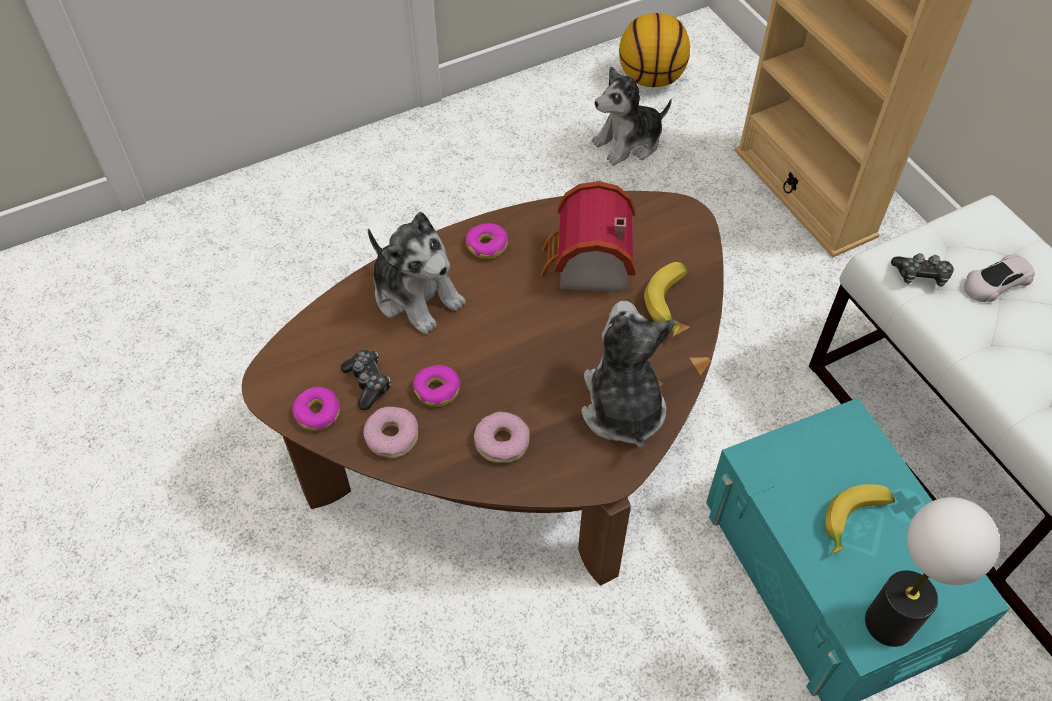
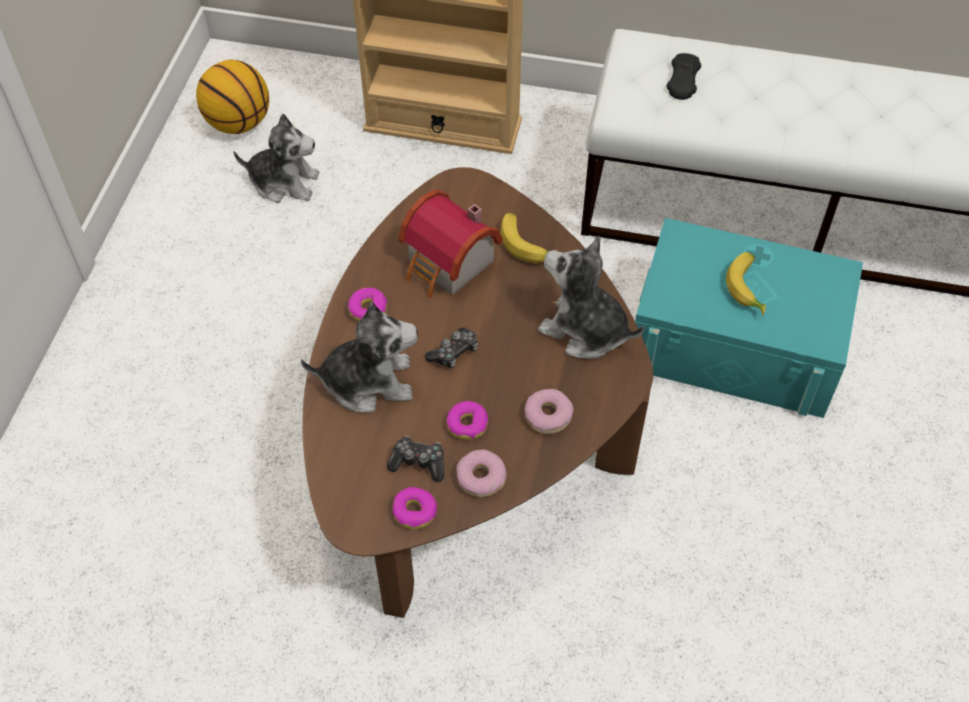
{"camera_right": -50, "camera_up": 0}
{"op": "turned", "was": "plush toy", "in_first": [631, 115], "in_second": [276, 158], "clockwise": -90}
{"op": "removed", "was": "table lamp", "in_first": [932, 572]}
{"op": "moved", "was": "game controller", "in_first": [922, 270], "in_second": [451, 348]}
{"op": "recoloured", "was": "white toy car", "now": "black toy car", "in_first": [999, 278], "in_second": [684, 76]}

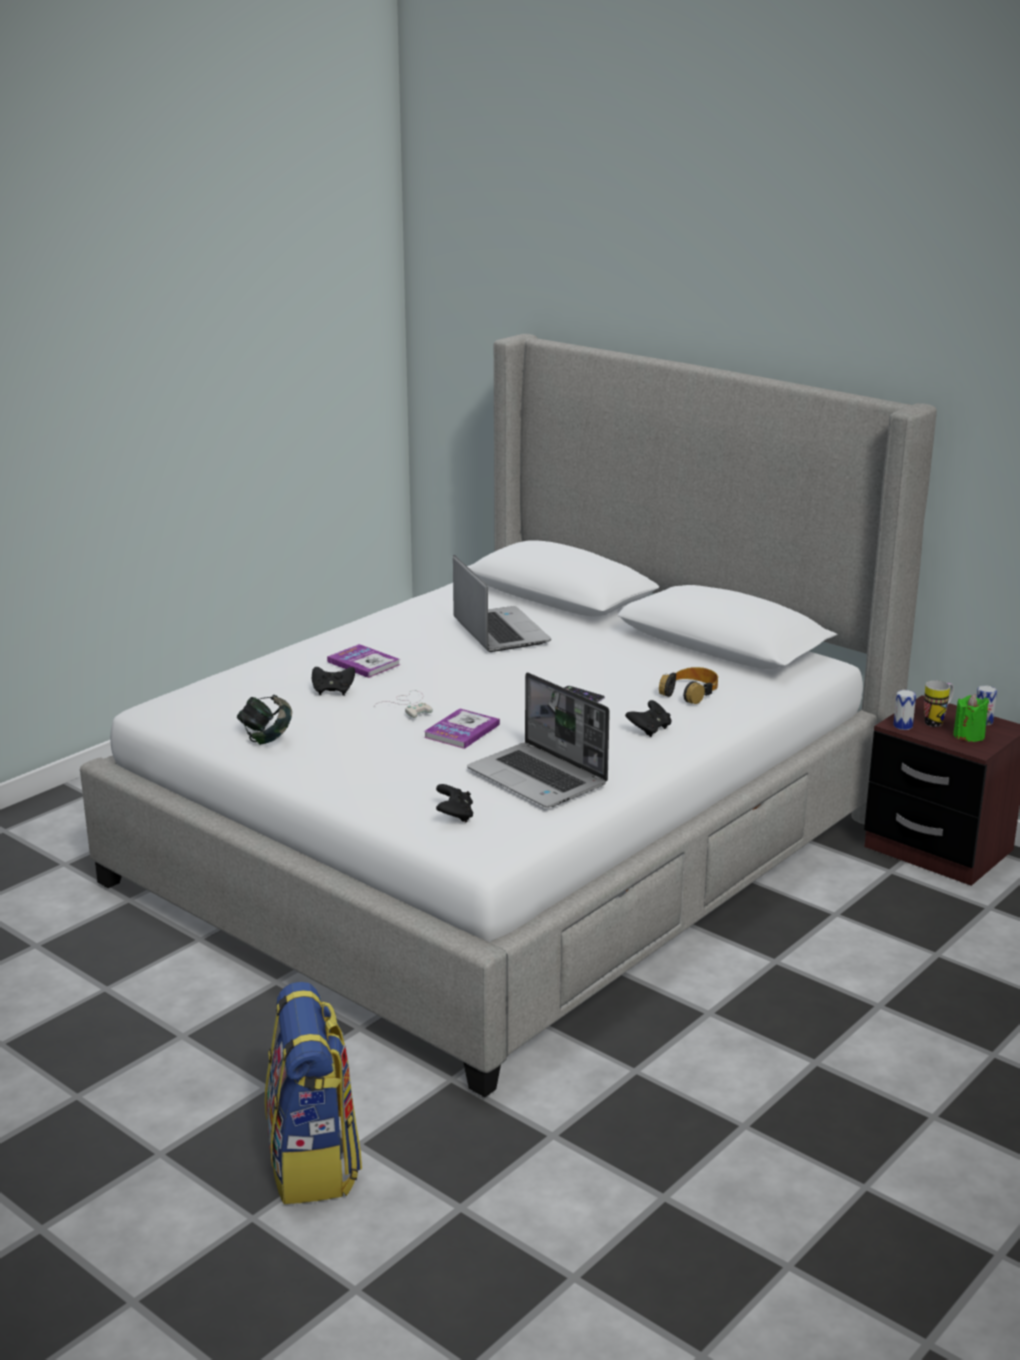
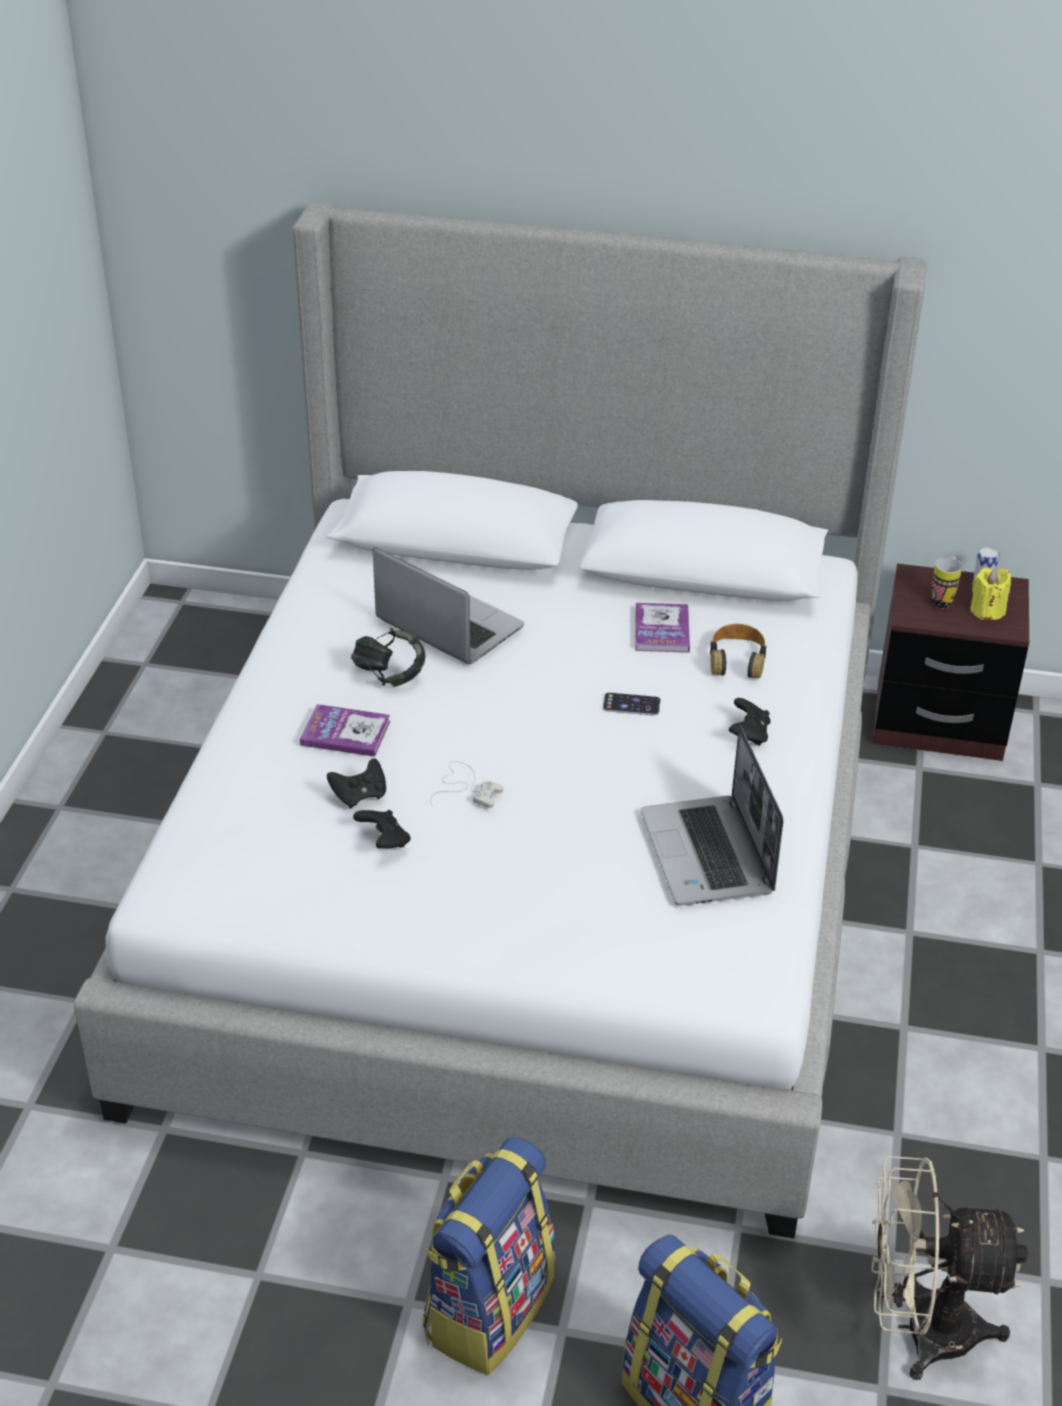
{"camera_right": -30, "camera_up": 15}
{"op": "moved", "was": "headphones", "in_first": [264, 720], "in_second": [388, 657]}
{"op": "moved", "was": "book", "in_first": [462, 728], "in_second": [662, 628]}
{"op": "moved", "was": "black game controller", "in_first": [454, 803], "in_second": [382, 829]}
{"op": "turned", "was": "laptop", "in_first": [538, 740], "in_second": [712, 815], "clockwise": 60}
{"op": "removed", "was": "can", "in_first": [904, 710]}
{"op": "recoloured", "was": "green candle", "now": "yellow candle", "in_first": [971, 718], "in_second": [990, 594]}
{"op": "added", "now": "backpack", "in_second": [489, 1256]}
{"op": "added", "now": "beige fan", "in_second": [949, 1268]}

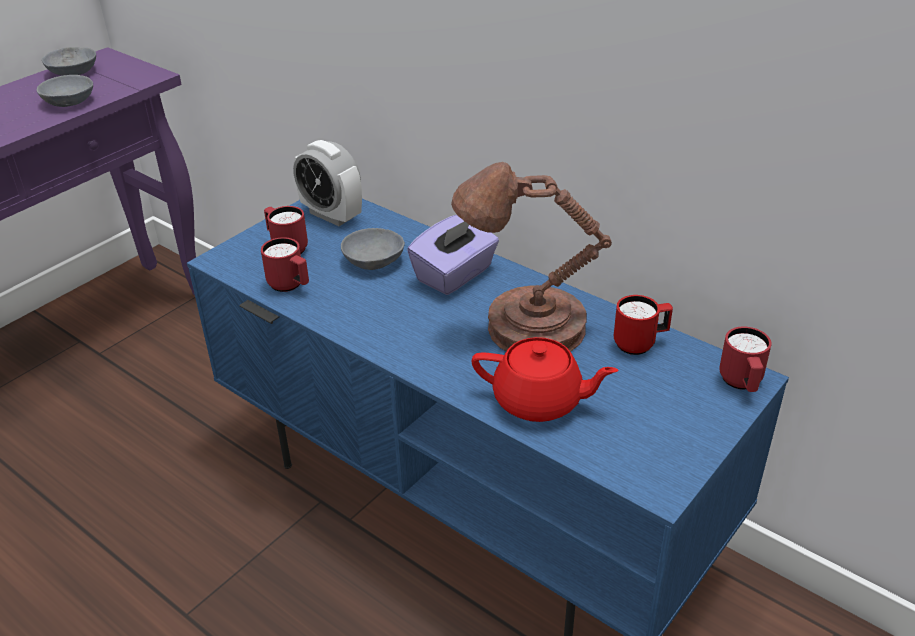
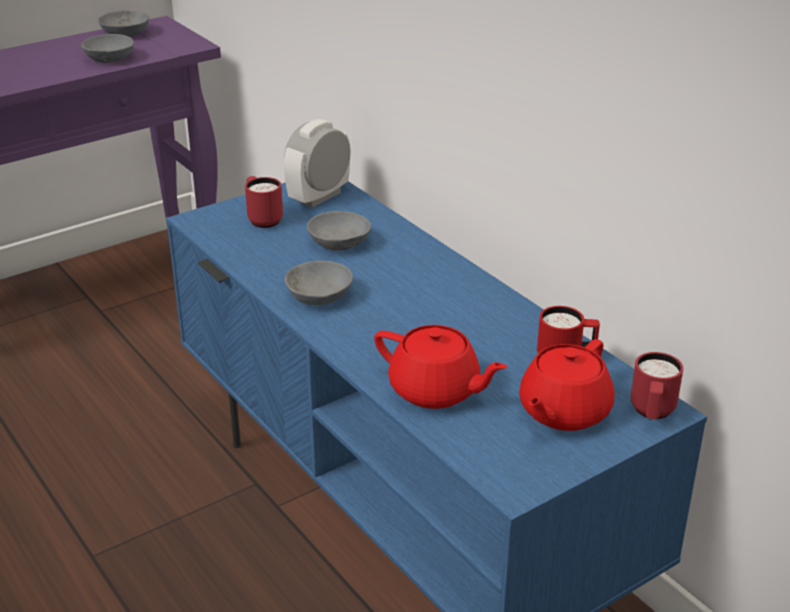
{"camera_right": 15, "camera_up": -5}
{"op": "removed", "was": "red mug", "in_first": [285, 264]}
{"op": "turned", "was": "alarm clock", "in_first": [327, 183], "in_second": [317, 163], "clockwise": 75}
{"op": "removed", "was": "purple tissue box", "in_first": [453, 255]}
{"op": "removed", "was": "brown table lamp", "in_first": [531, 257]}
{"op": "added", "now": "grey bowl", "in_second": [319, 283]}
{"op": "added", "now": "red teapot", "in_second": [567, 385]}

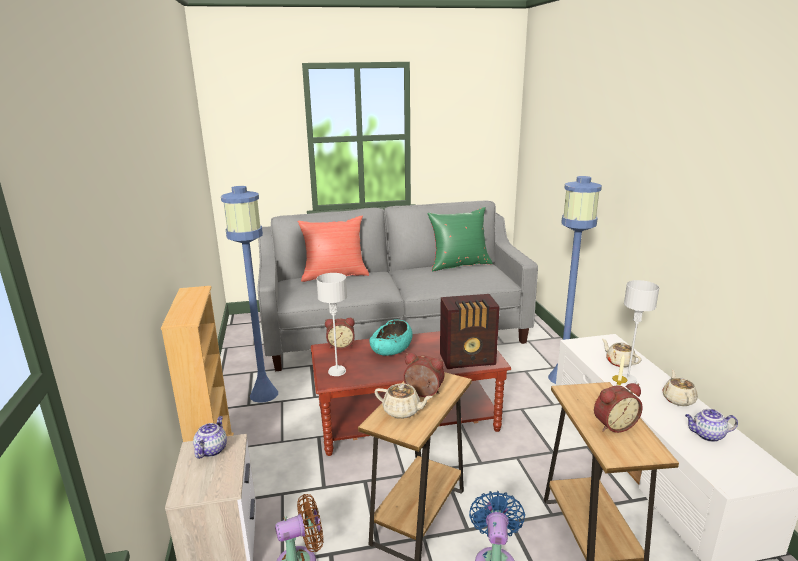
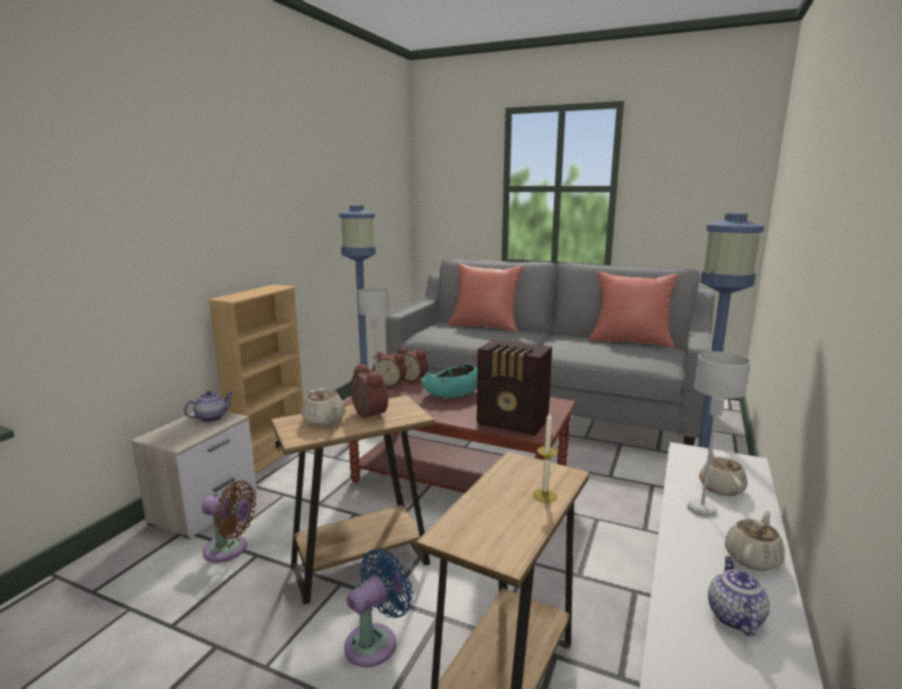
{"camera_right": 35, "camera_up": -5}
{"op": "recoloured", "was": "green pillow", "now": "red pillow", "in_first": [460, 239], "in_second": [633, 309]}
{"op": "moved", "was": "alarm clock", "in_first": [618, 408], "in_second": [390, 369]}
{"op": "turned", "was": "teapot", "in_first": [711, 425], "in_second": [739, 596], "clockwise": 60}

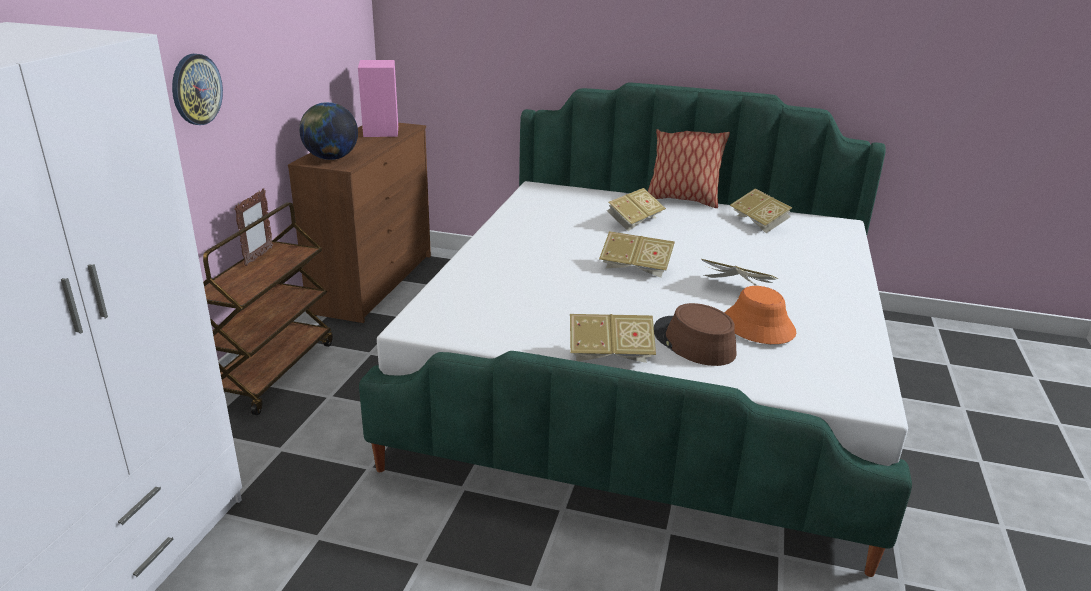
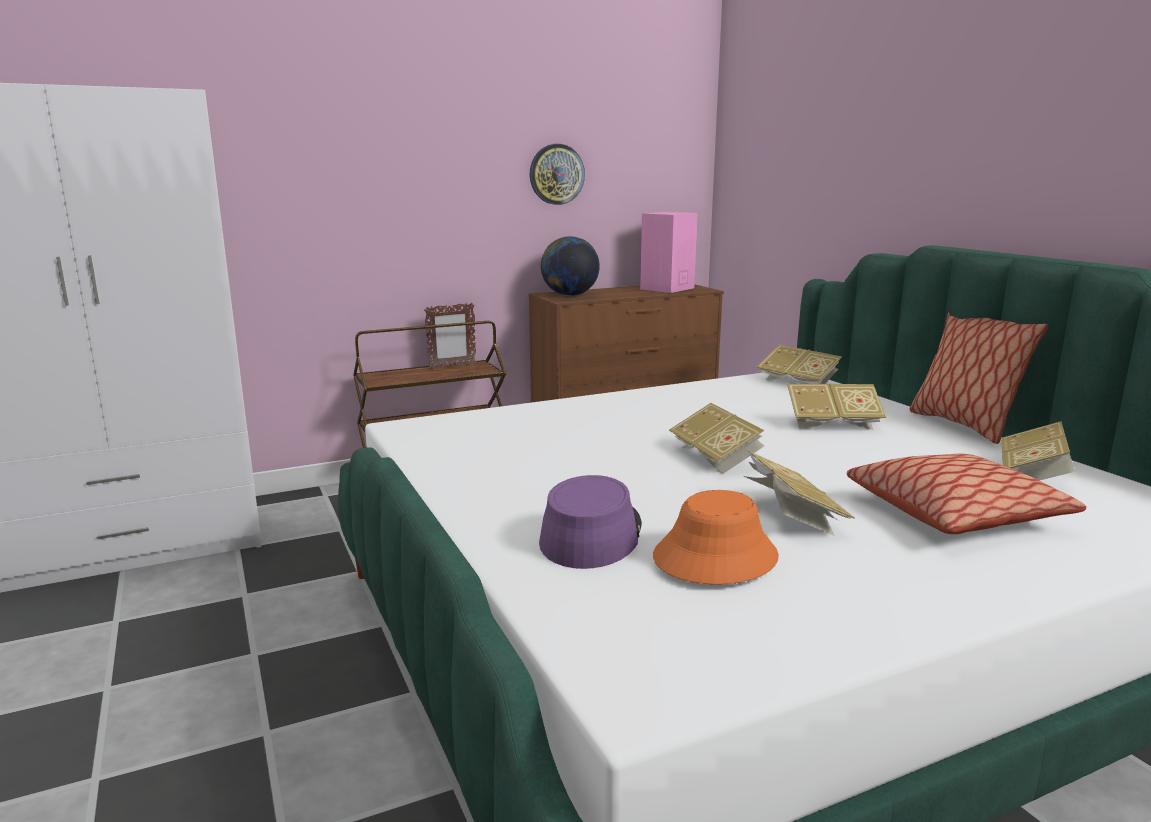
{"camera_right": 50, "camera_up": -10}
{"op": "moved", "was": "wall clock", "in_first": [197, 89], "in_second": [557, 174]}
{"op": "moved", "was": "book", "in_first": [613, 338], "in_second": [799, 364]}
{"op": "recoloured", "was": "brown hat", "now": "purple hat", "in_first": [695, 334], "in_second": [590, 522]}
{"op": "added", "now": "pillow", "in_second": [966, 494]}

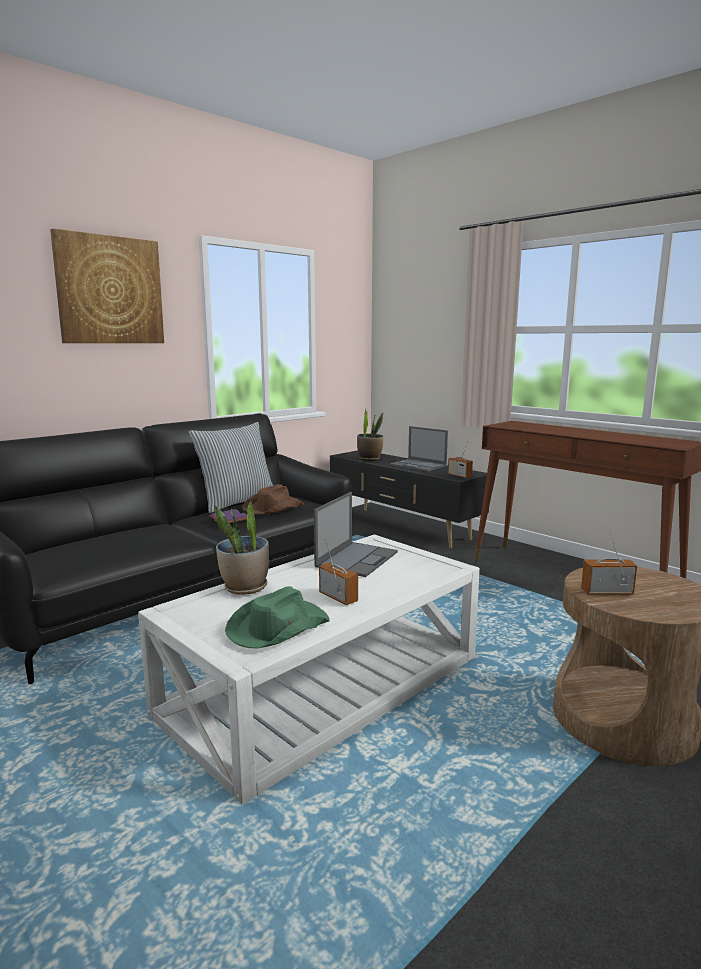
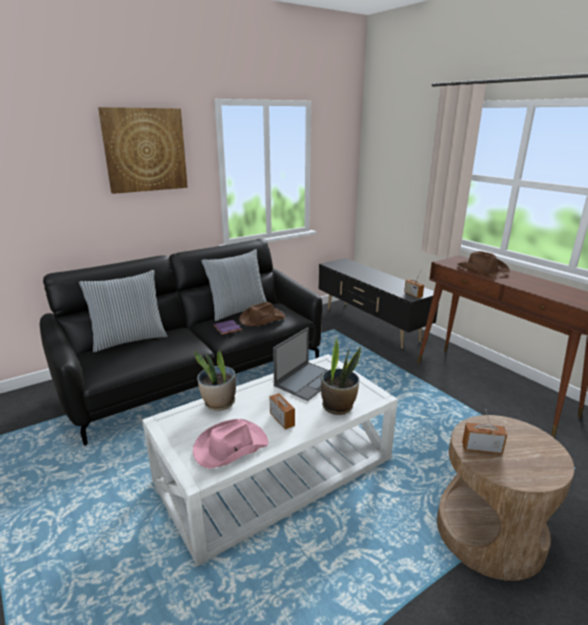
{"camera_right": 10, "camera_up": 10}
{"op": "recoloured", "was": "green hat", "now": "pink hat", "in_first": [277, 617], "in_second": [231, 444]}
{"op": "moved", "was": "potted plant", "in_first": [370, 434], "in_second": [341, 376]}
{"op": "removed", "was": "laptop", "in_first": [418, 449]}
{"op": "added", "now": "pillow", "in_second": [123, 311]}
{"op": "added", "now": "brown hat", "in_second": [483, 264]}

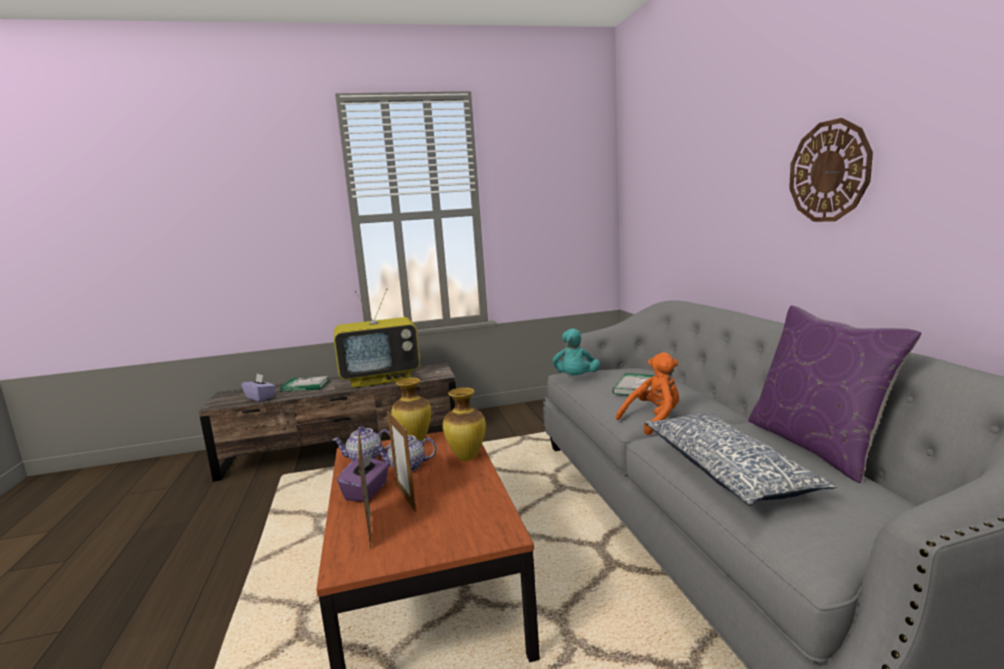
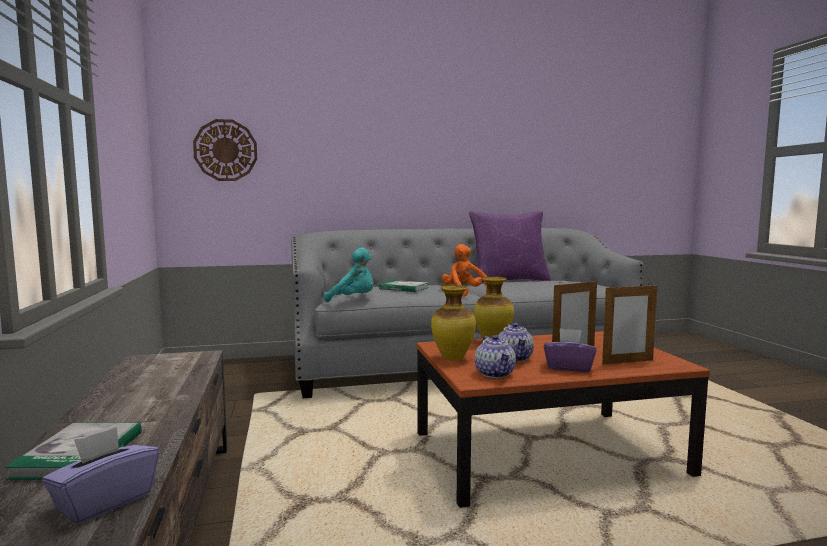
{"camera_right": -90, "camera_up": -5}
{"op": "removed", "was": "television", "in_first": [377, 338]}
{"op": "removed", "was": "pillow", "in_first": [741, 459]}
{"op": "moved", "was": "wall clock", "in_first": [831, 170], "in_second": [225, 150]}

